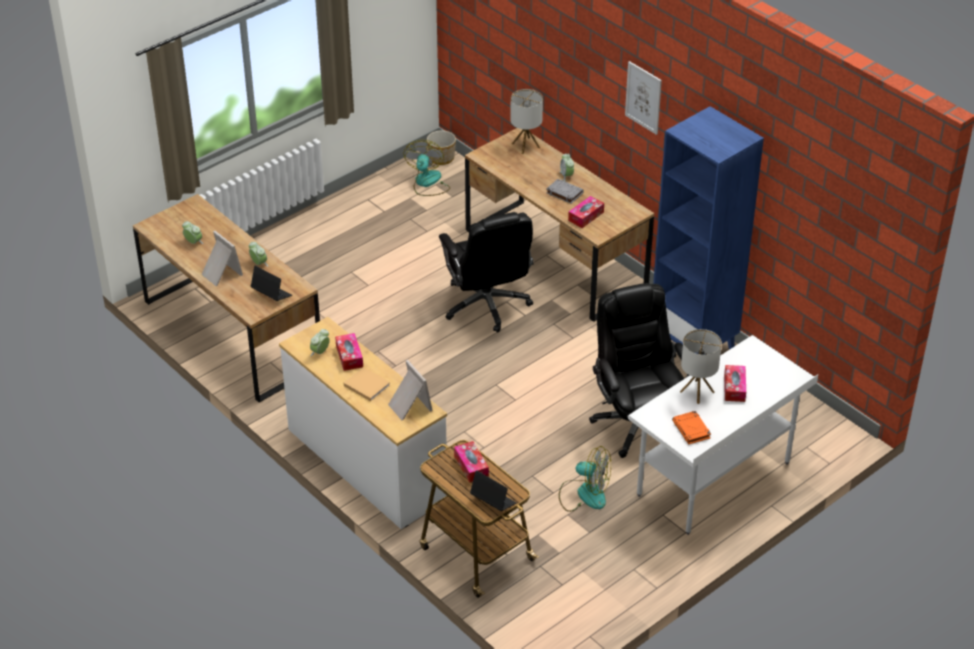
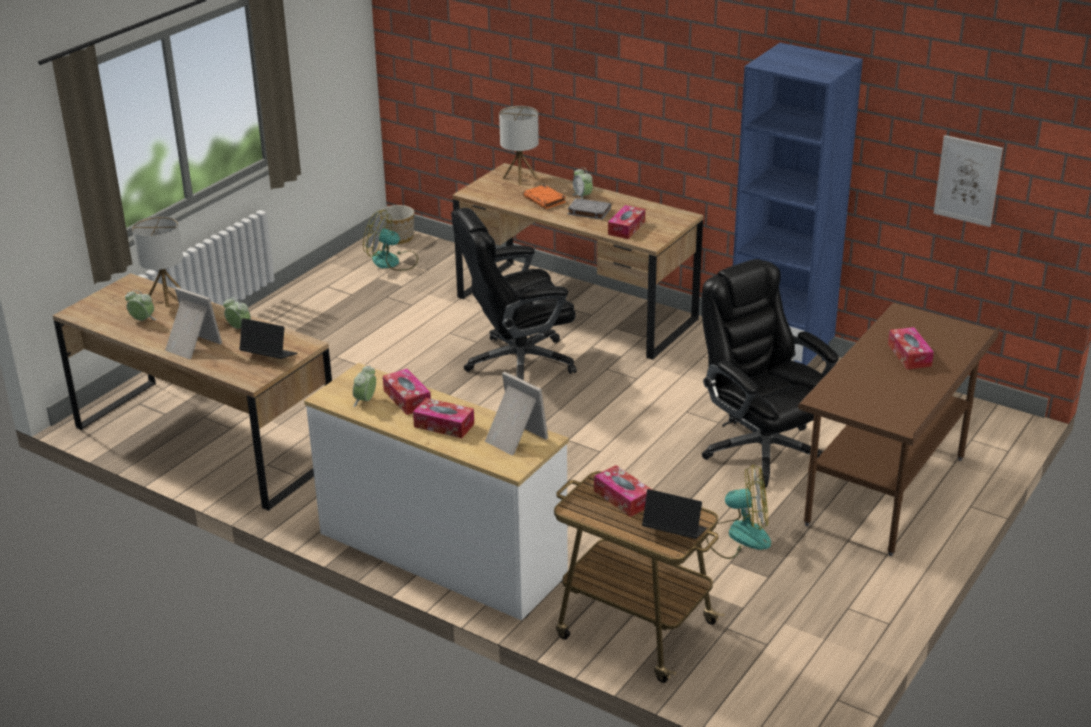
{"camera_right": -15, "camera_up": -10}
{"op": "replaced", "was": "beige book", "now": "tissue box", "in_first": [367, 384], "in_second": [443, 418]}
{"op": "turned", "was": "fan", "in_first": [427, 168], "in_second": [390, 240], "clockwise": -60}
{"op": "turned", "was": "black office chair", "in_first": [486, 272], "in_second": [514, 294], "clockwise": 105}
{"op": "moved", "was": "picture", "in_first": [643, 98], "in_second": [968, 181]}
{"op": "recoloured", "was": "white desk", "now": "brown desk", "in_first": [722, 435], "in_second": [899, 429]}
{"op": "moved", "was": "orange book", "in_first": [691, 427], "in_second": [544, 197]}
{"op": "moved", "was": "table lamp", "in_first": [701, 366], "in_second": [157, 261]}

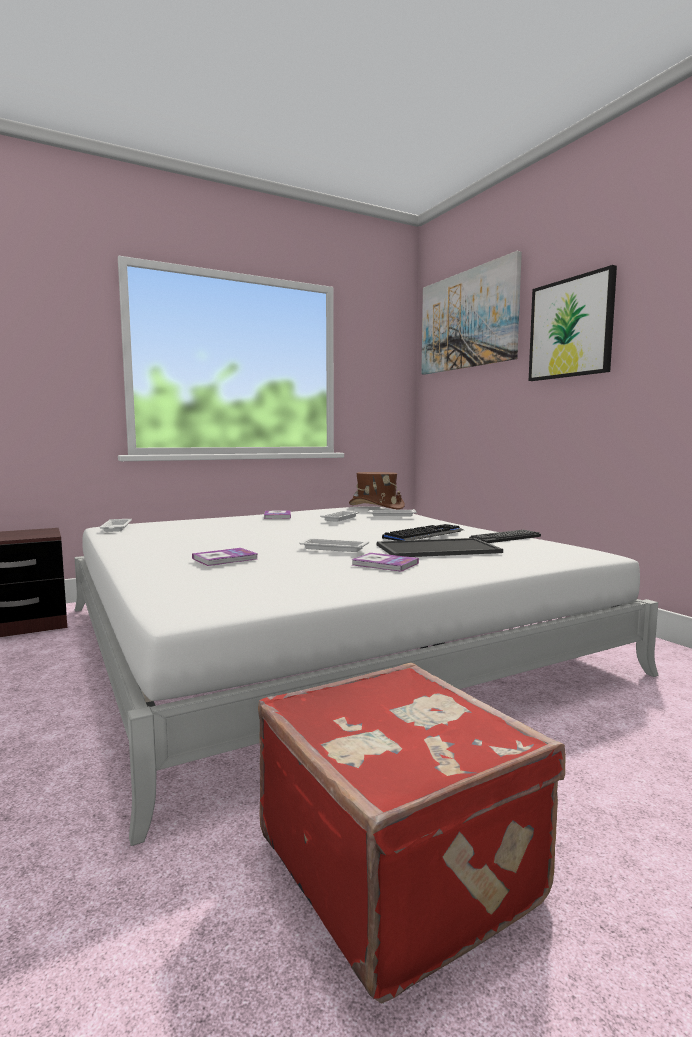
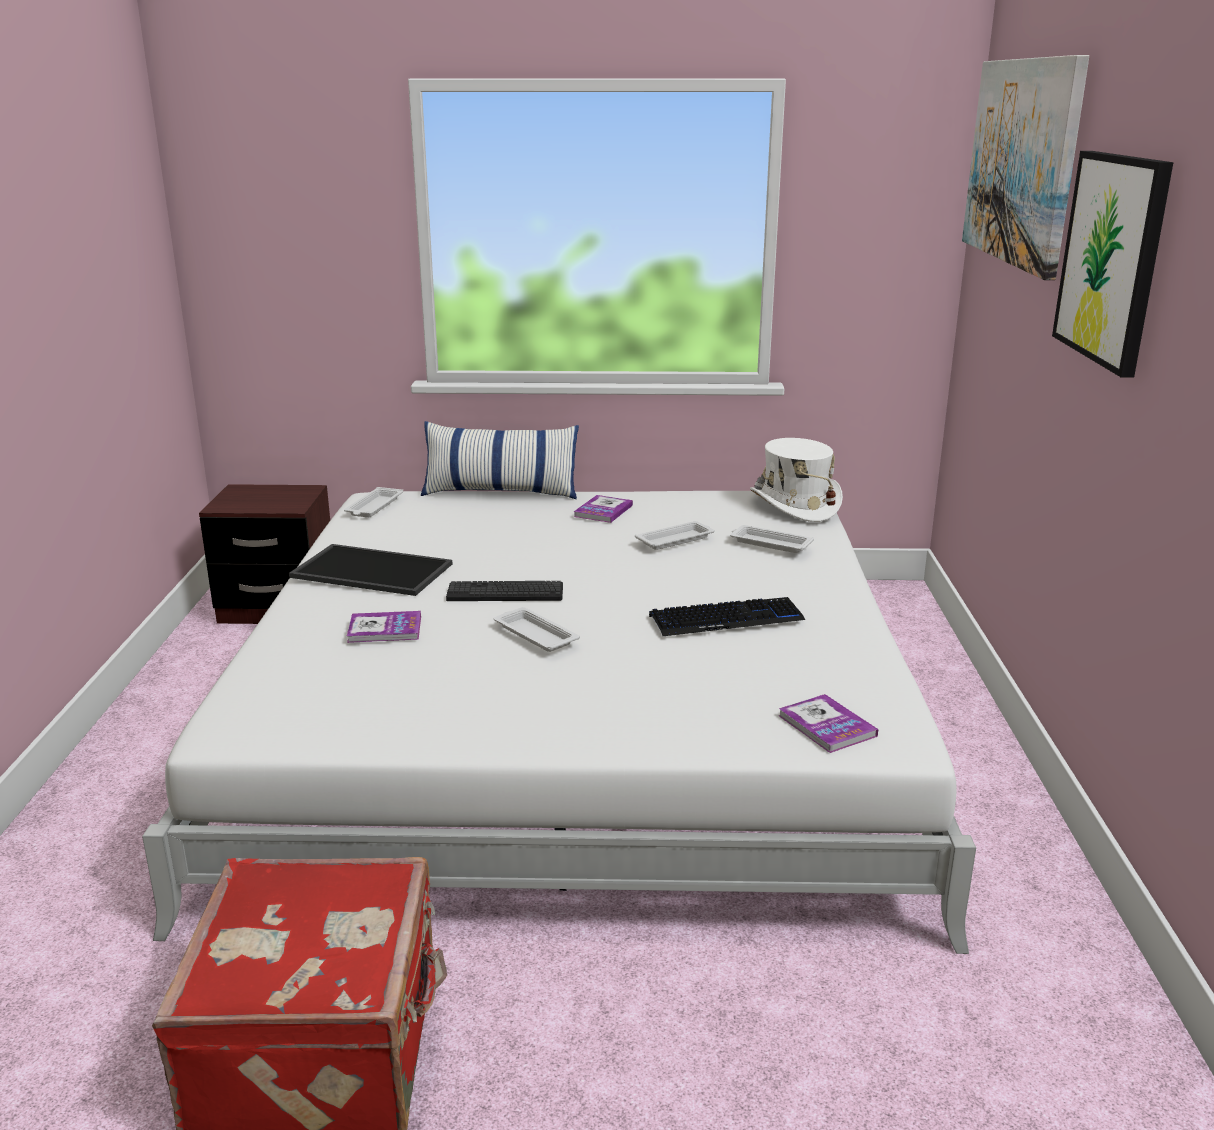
{"camera_right": 30, "camera_up": 15}
{"op": "recoloured", "was": "brown hat", "now": "white hat", "in_first": [377, 490], "in_second": [796, 480]}
{"op": "moved", "was": "book", "in_first": [385, 562], "in_second": [828, 723]}
{"op": "moved", "was": "tray", "in_first": [440, 547], "in_second": [370, 570]}
{"op": "moved", "was": "keyboard", "in_first": [505, 536], "in_second": [504, 591]}
{"op": "added", "now": "pillow", "in_second": [500, 460]}

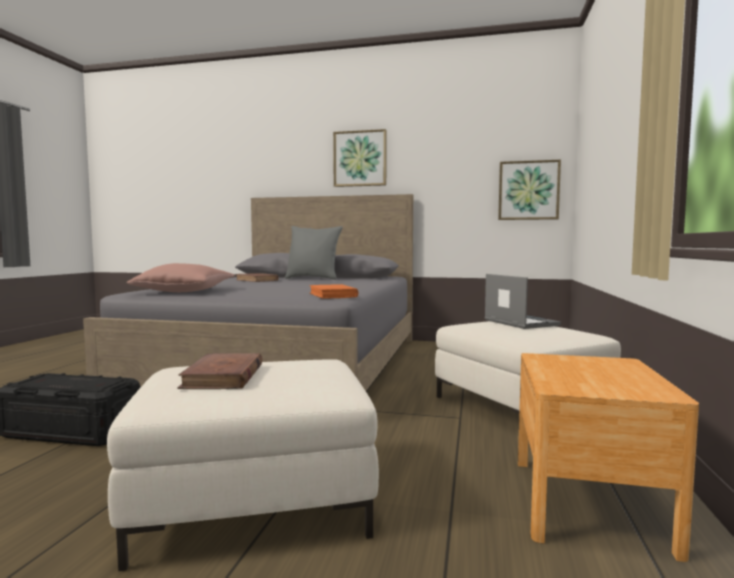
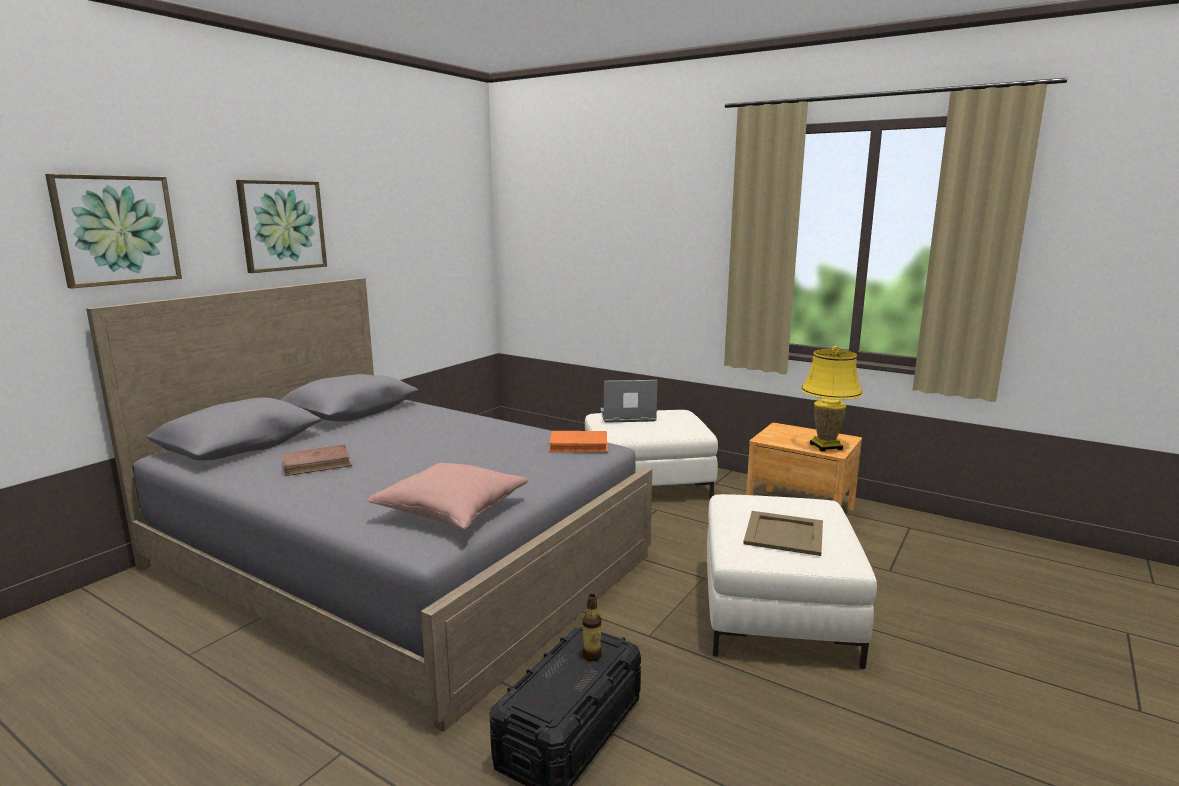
{"camera_right": -70, "camera_up": 10}
{"op": "replaced", "was": "brown book", "now": "beige tray", "in_first": [220, 371], "in_second": [783, 533]}
{"op": "removed", "was": "grey pillow", "in_first": [314, 253]}
{"op": "moved", "was": "picture", "in_first": [529, 190], "in_second": [113, 231]}
{"op": "added", "now": "bottle", "in_second": [592, 628]}
{"op": "added", "now": "yellow table lamp", "in_second": [832, 399]}

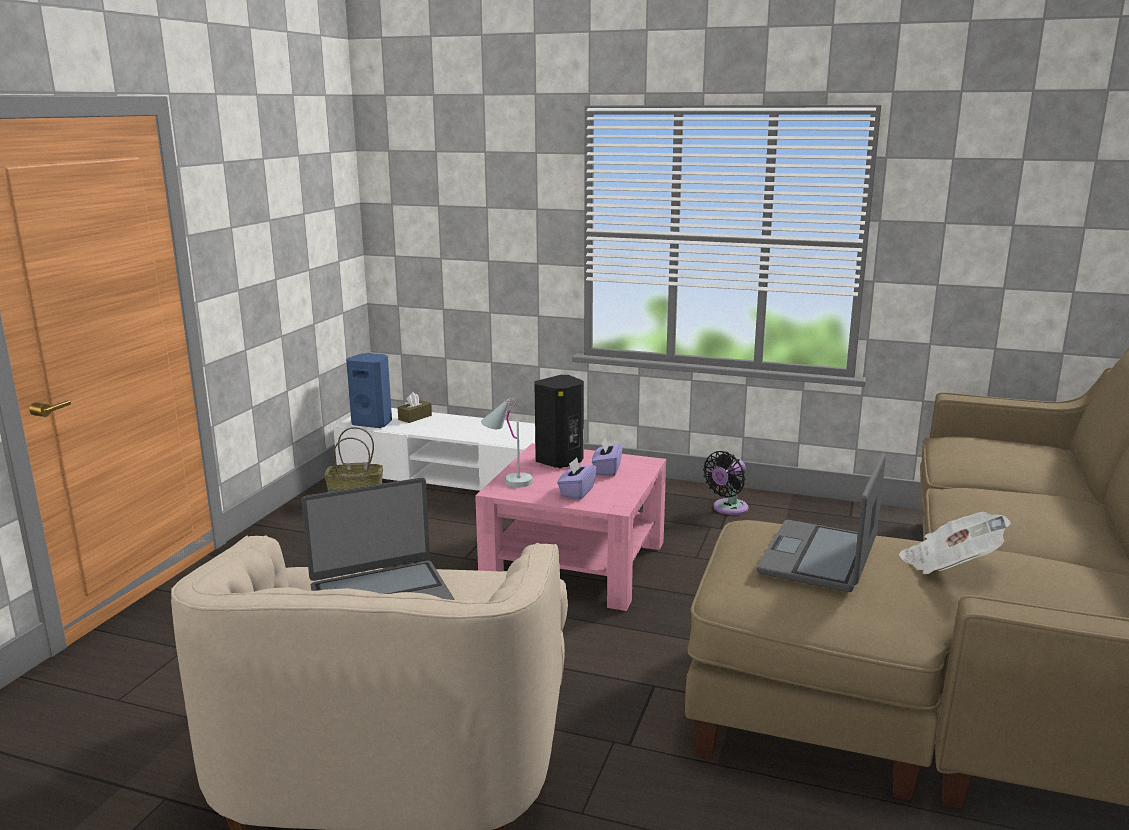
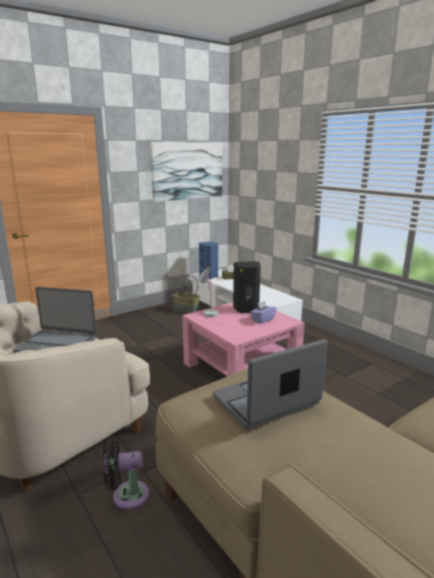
{"camera_right": 35, "camera_up": 0}
{"op": "removed", "was": "purple tissue box", "in_first": [577, 478]}
{"op": "moved", "was": "black fan", "in_first": [725, 483], "in_second": [126, 474]}
{"op": "removed", "was": "newspaper", "in_first": [955, 543]}
{"op": "added", "now": "picture", "in_second": [186, 172]}

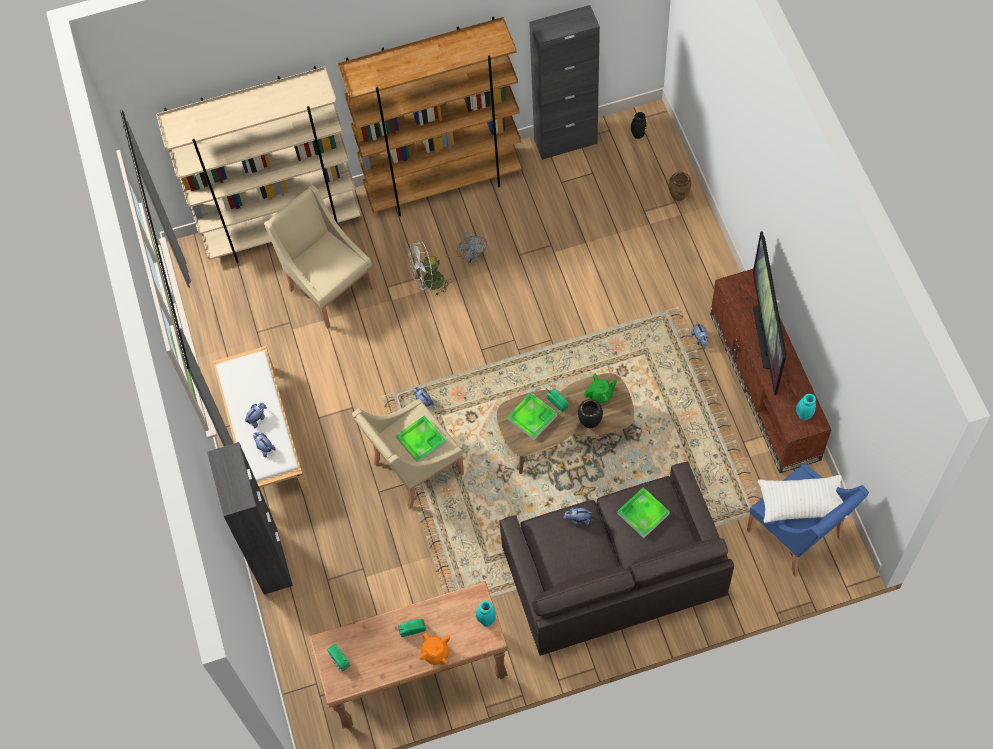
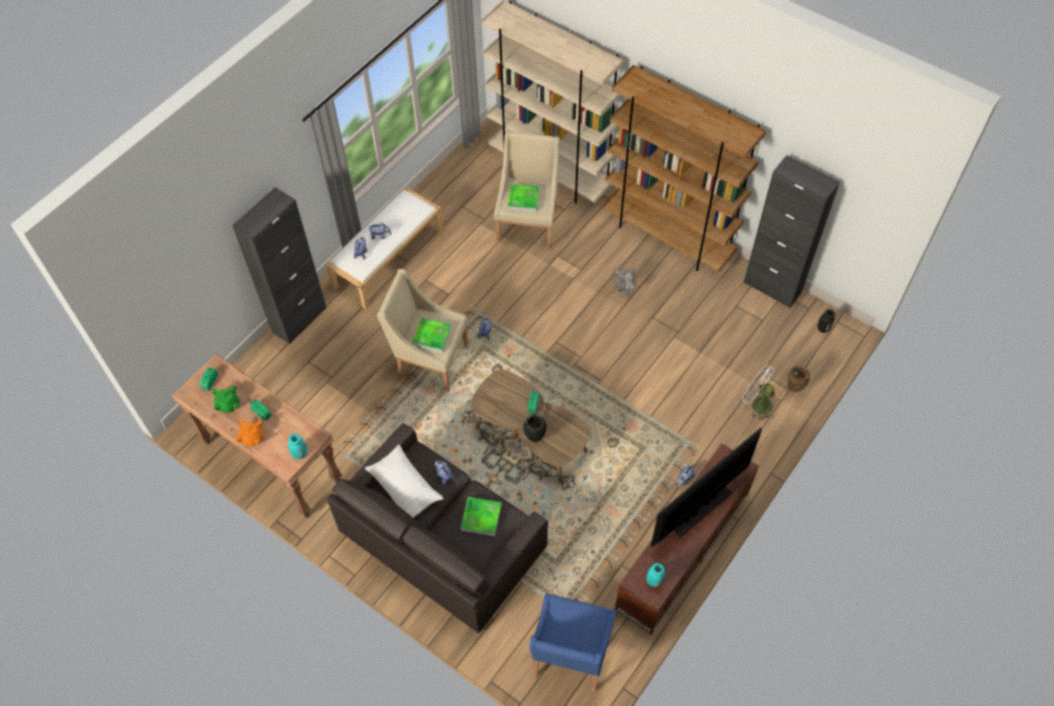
{"camera_right": 50, "camera_up": -5}
{"op": "moved", "was": "white fan", "in_first": [430, 268], "in_second": [759, 393]}
{"op": "turned", "was": "orange teapot", "in_first": [434, 649], "in_second": [249, 433], "clockwise": -60}
{"op": "moved", "was": "tray", "in_first": [532, 416], "in_second": [523, 198]}
{"op": "moved", "was": "green teapot", "in_first": [600, 388], "in_second": [226, 399]}
{"op": "moved", "was": "white pillow", "in_first": [802, 499], "in_second": [404, 481]}

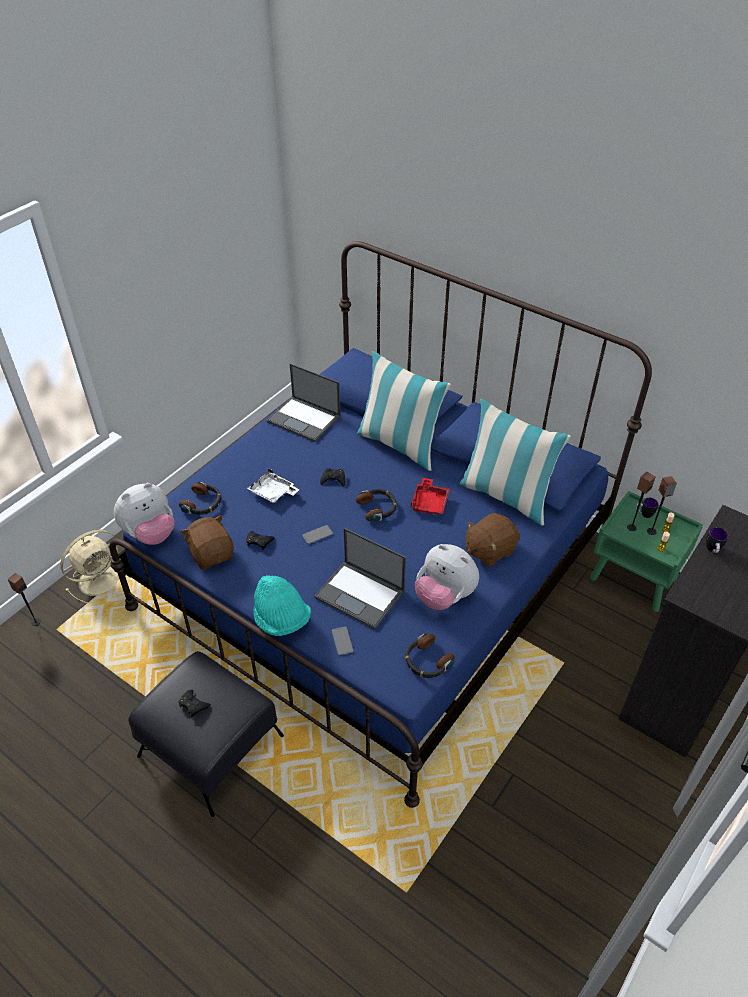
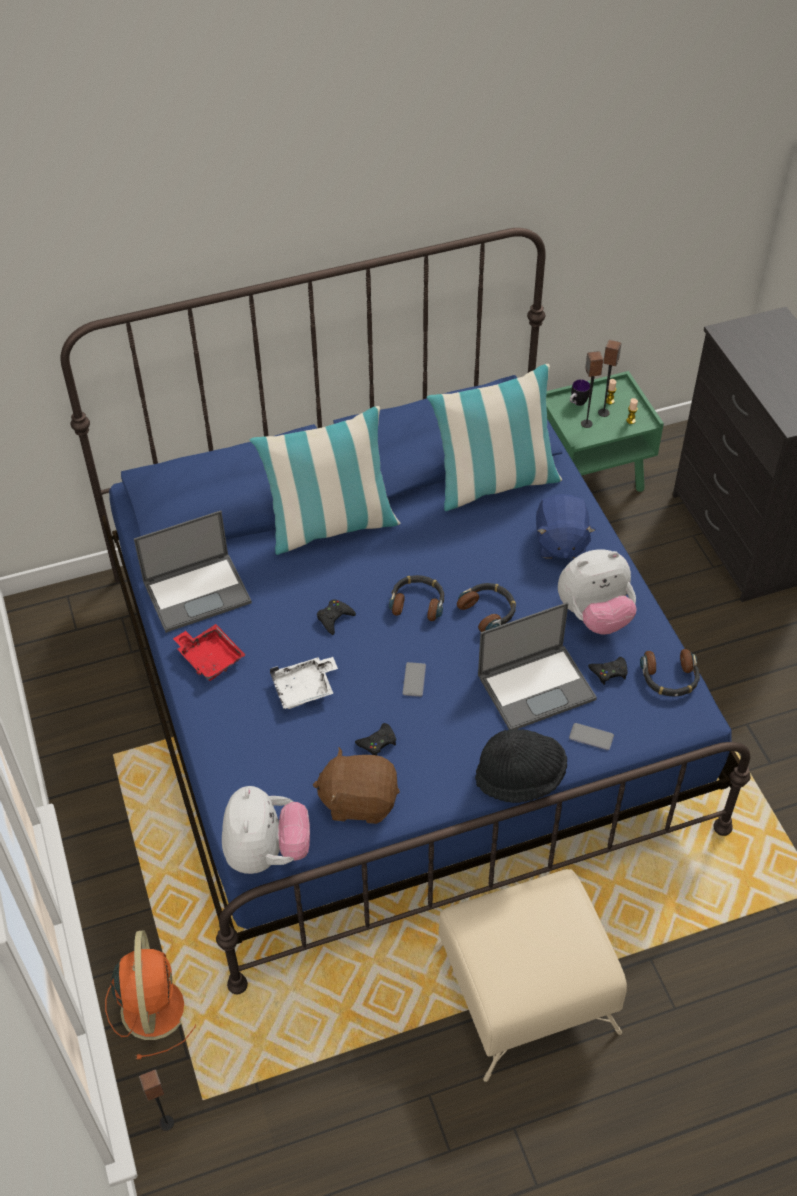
{"camera_right": -55, "camera_up": 5}
{"op": "recoloured", "was": "beige fan", "now": "orange fan", "in_first": [89, 566], "in_second": [150, 994]}
{"op": "recoloured", "was": "black ottoman", "now": "beige ottoman", "in_first": [206, 734], "in_second": [530, 975]}
{"op": "moved", "was": "black game controller", "in_first": [194, 703], "in_second": [608, 671]}
{"op": "moved", "was": "headphones", "in_first": [200, 498], "in_second": [486, 607]}
{"op": "recoloured", "was": "turquoise hat", "now": "black hat", "in_first": [282, 605], "in_second": [521, 766]}
{"op": "moved", "was": "red tray", "in_first": [430, 496], "in_second": [209, 652]}
{"op": "recoloured", "was": "brown plush toy", "now": "blue plush toy", "in_first": [493, 540], "in_second": [565, 526]}
{"op": "removed", "was": "mug", "in_first": [717, 540]}

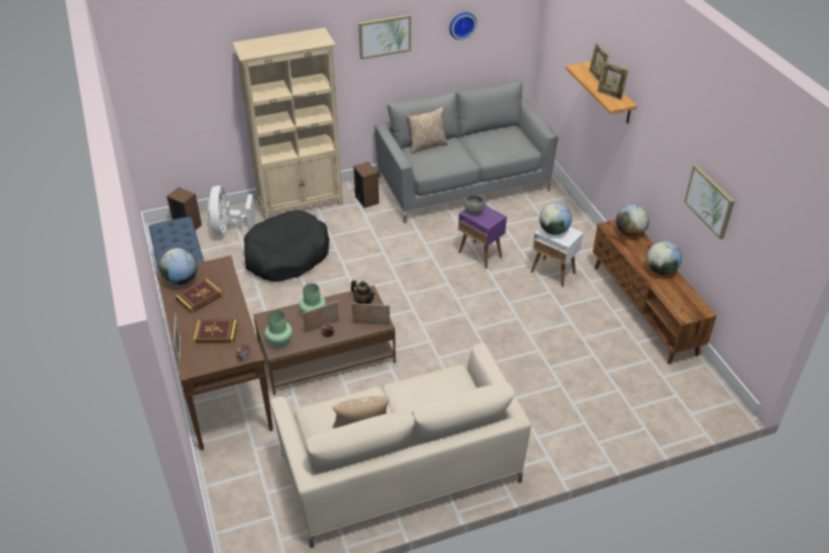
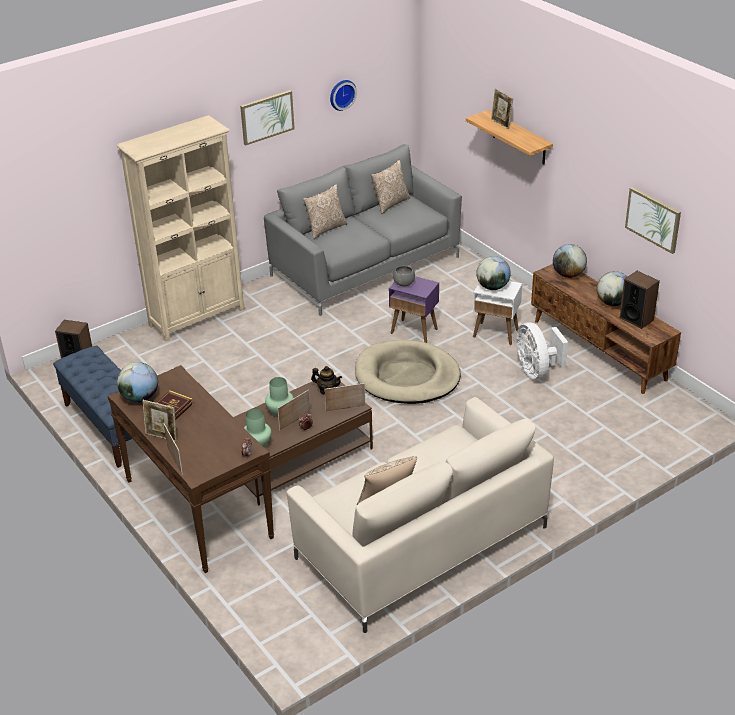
{"camera_right": -15, "camera_up": -5}
{"op": "removed", "was": "book", "in_first": [215, 332]}
{"op": "moved", "was": "white fan", "in_first": [232, 210], "in_second": [542, 350]}
{"op": "removed", "was": "black dog bed", "in_first": [286, 246]}
{"op": "moved", "was": "speaker", "in_first": [366, 185], "in_second": [640, 300]}
{"op": "moved", "was": "picture frame", "in_first": [613, 80], "in_second": [159, 421]}
{"op": "added", "now": "beige dog bed", "in_second": [408, 372]}
{"op": "added", "now": "pillow", "in_second": [390, 187]}

